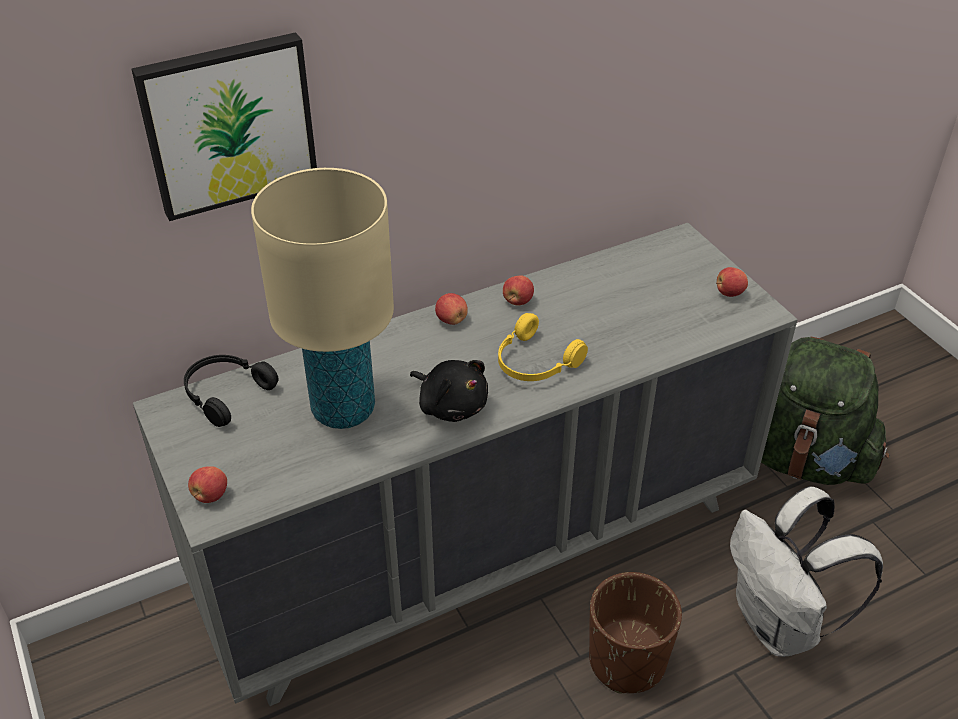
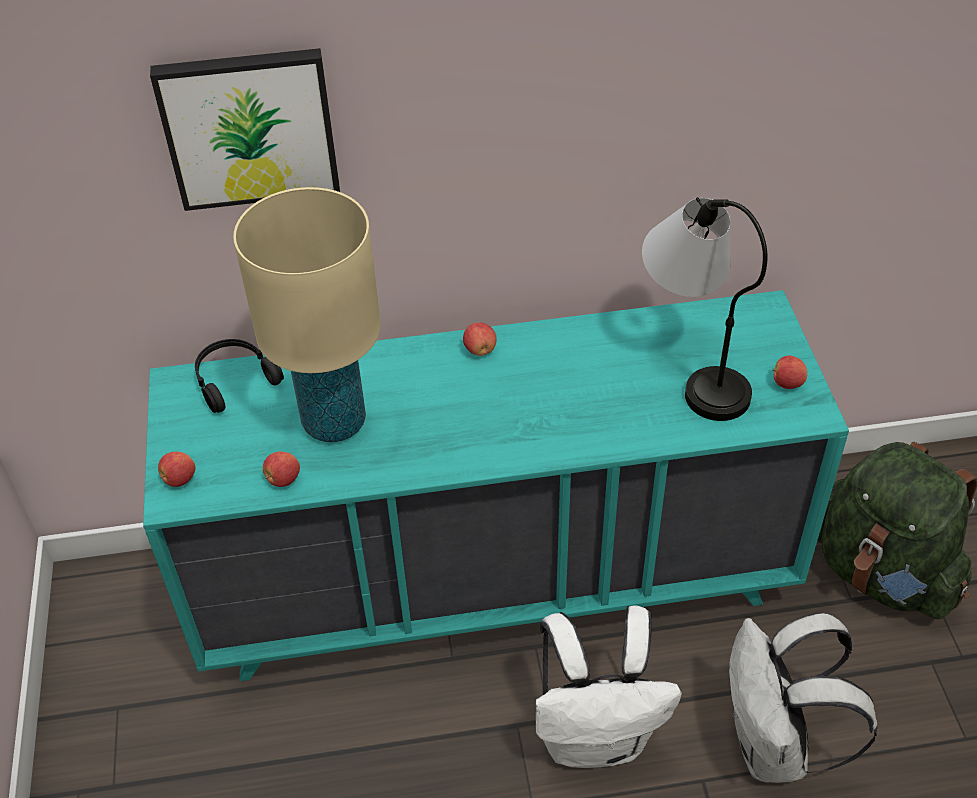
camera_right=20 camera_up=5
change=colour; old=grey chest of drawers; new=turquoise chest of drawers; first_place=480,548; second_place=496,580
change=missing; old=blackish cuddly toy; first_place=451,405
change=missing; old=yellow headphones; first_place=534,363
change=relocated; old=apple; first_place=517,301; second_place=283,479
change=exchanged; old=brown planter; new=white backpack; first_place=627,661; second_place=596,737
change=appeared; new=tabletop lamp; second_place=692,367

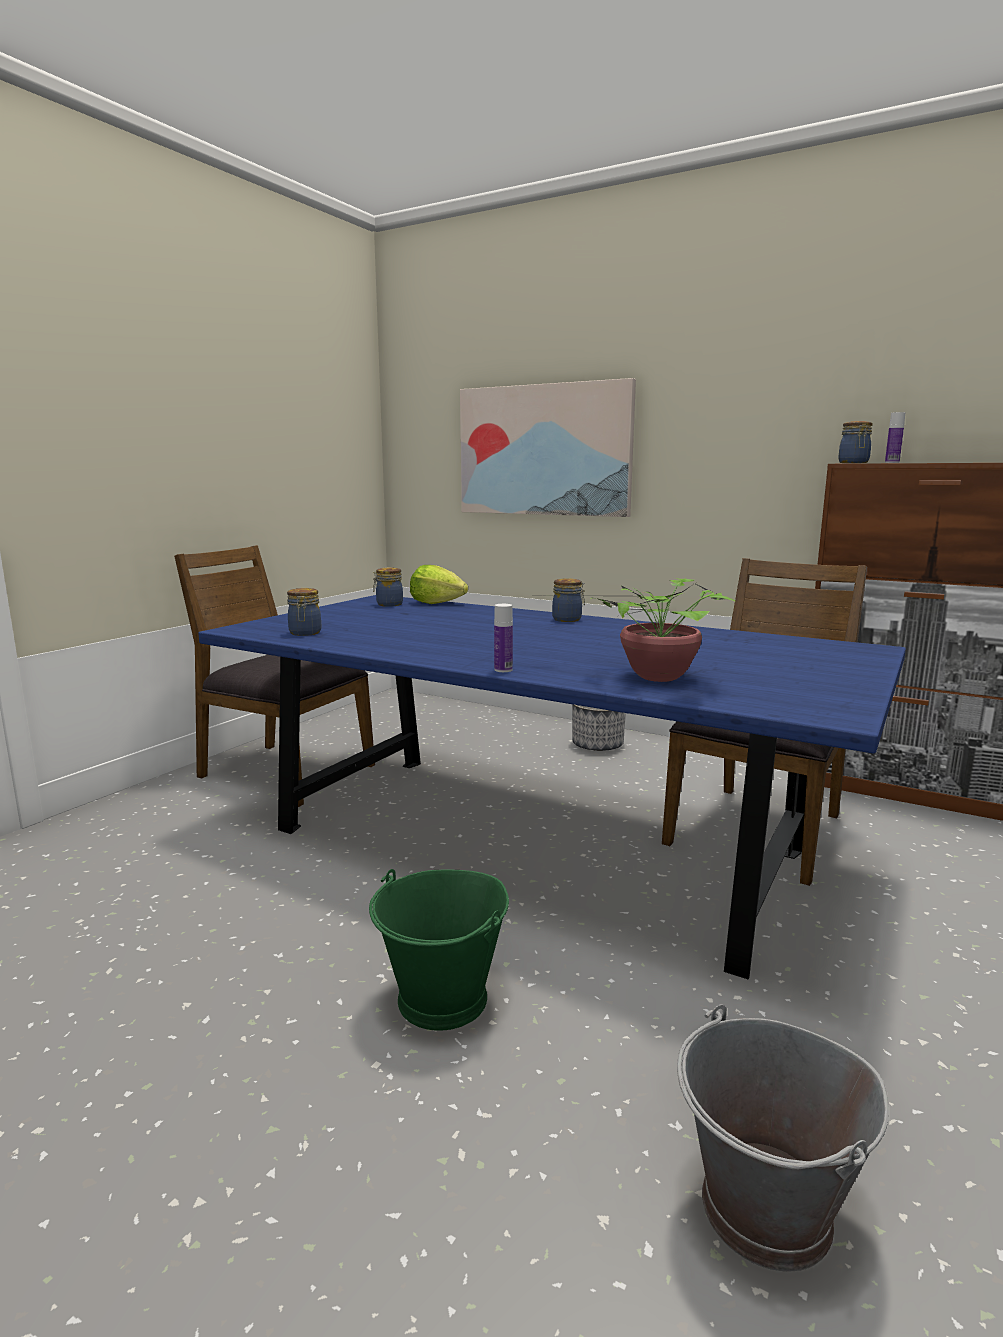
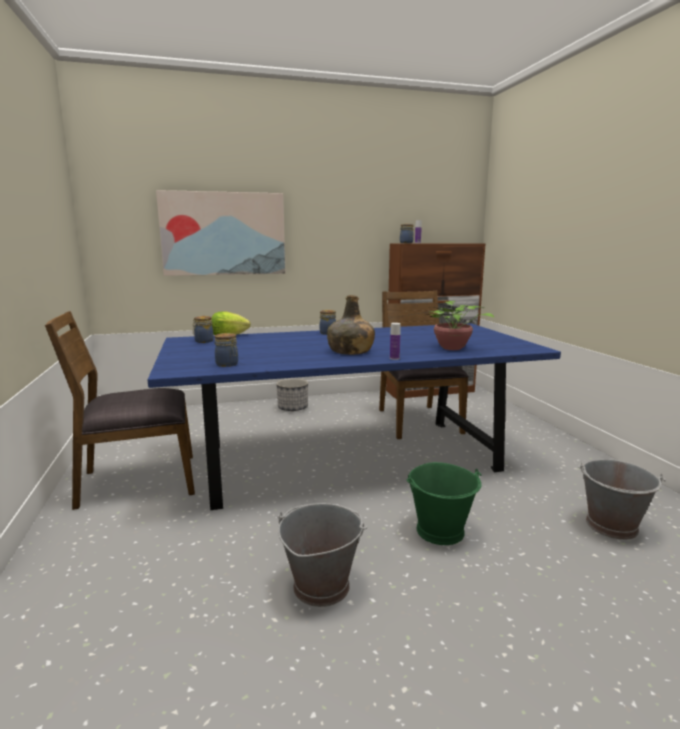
camera_right=-45 camera_up=0
change=appeared; new=grey water bucket; second_place=320,586
change=appeared; new=greenish drink bottle; second_place=350,351

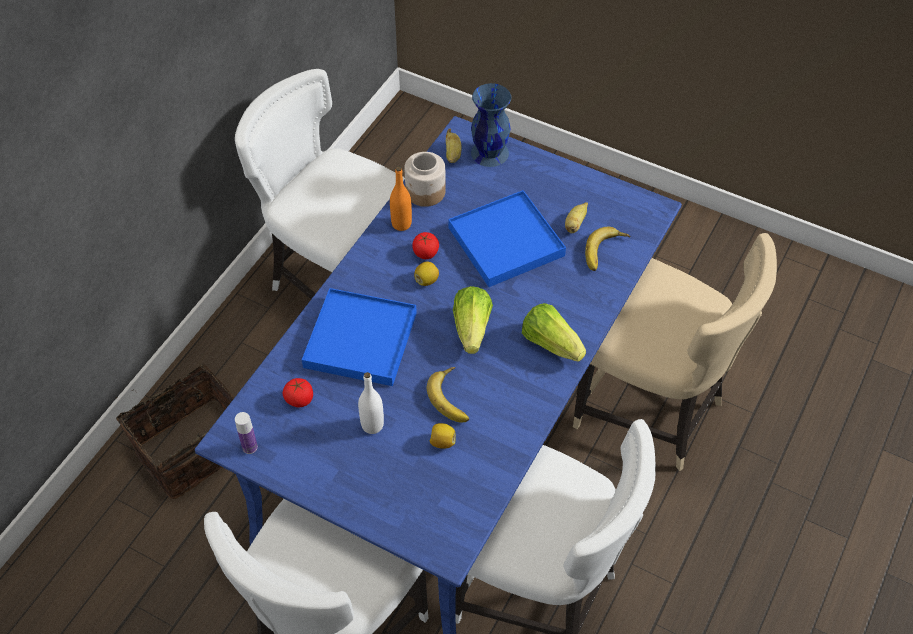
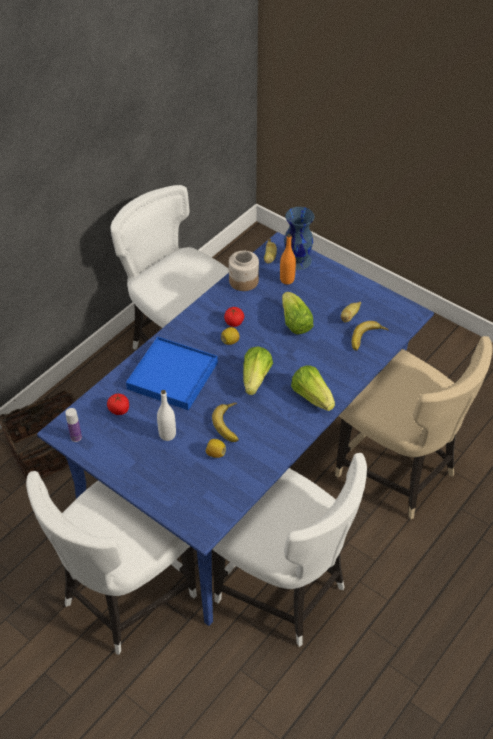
camera_right=10 camera_up=-5
change=relocated; old=orange-coloured drink bottle; first_place=401,224; second_place=287,280
change=exchanged; old=bluish serving tray; new=lettuce; first_place=506,242; second_place=295,322

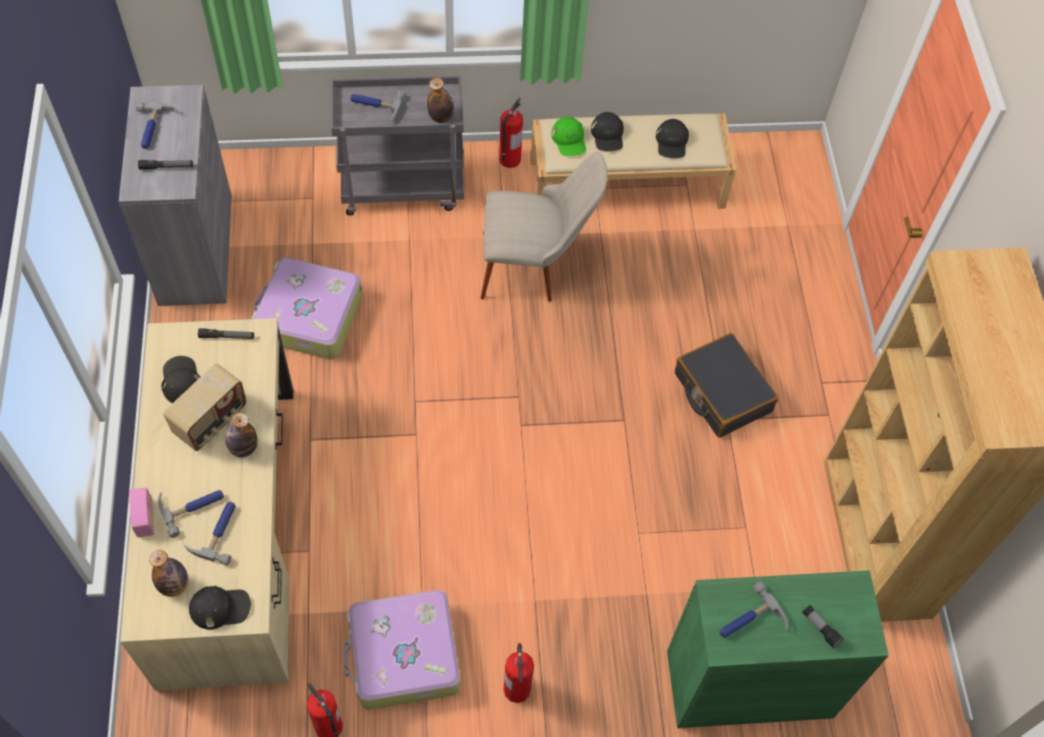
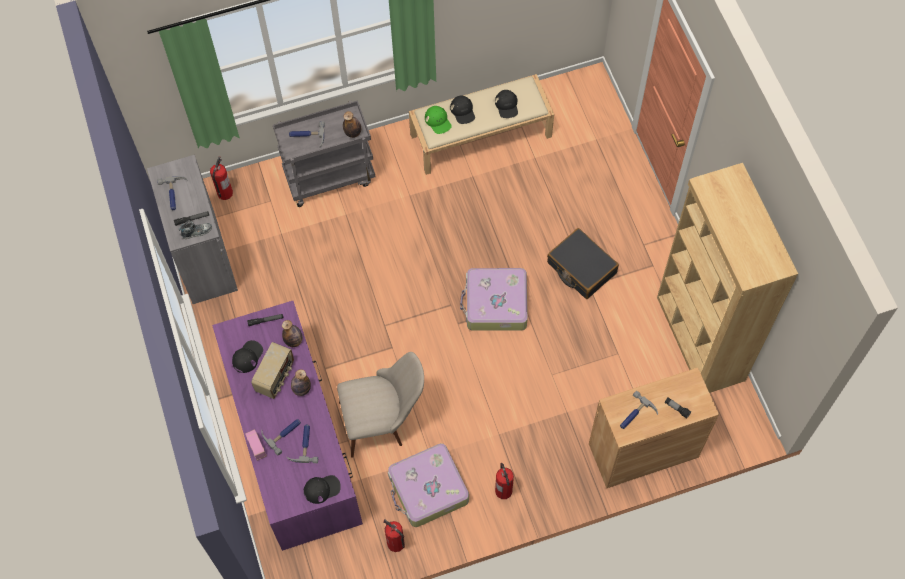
camera_right=-10 camera_up=5
change=colour; old=beige desk table; new=purple desk table; first_place=229,531; second_place=293,441
change=relocated; old=drink bottle; first_place=174,585; second_place=294,341
change=spun; old=blackish cap; first_place=181,381; second_place=247,357; degrees=60
change=relocated; old=travel case; first_place=308,317; second_place=495,304
change=relocated; old=beige chair; first_place=534,267; second_place=383,420
change=relocated; old=fire extinguisher; first_place=509,160; second_place=225,193
change=colour; old=greenish storage cabinet; new=brown storage cabinet; first_place=749,684; second_place=643,450
change=appeared; new=low shoe; second_place=196,232

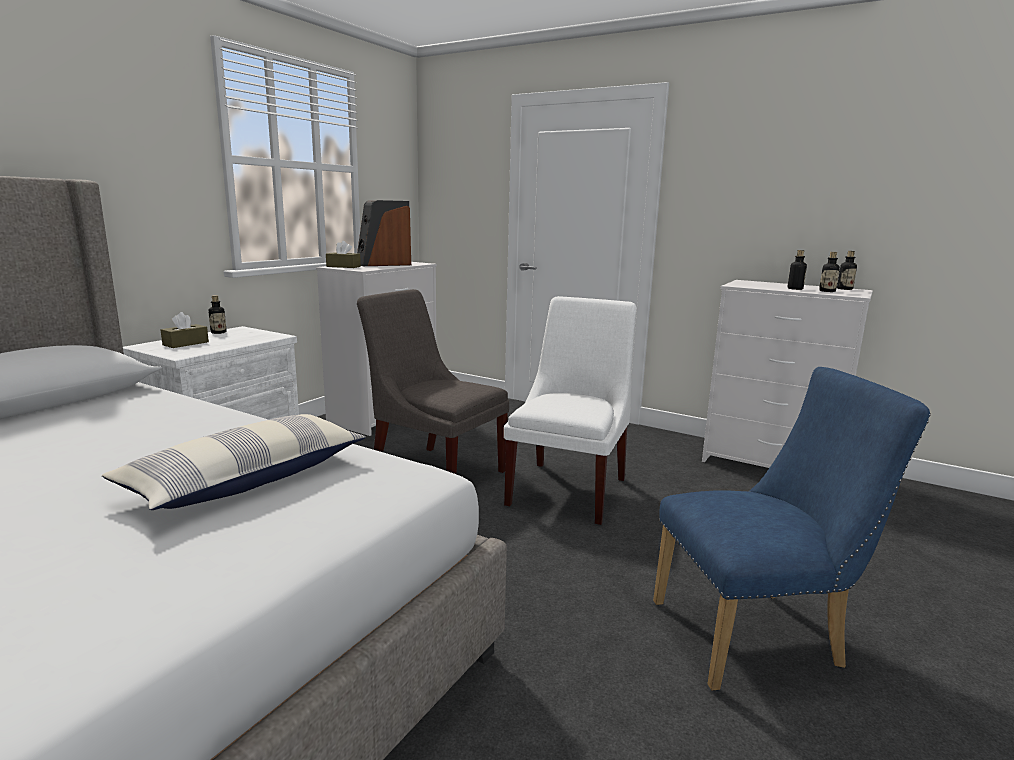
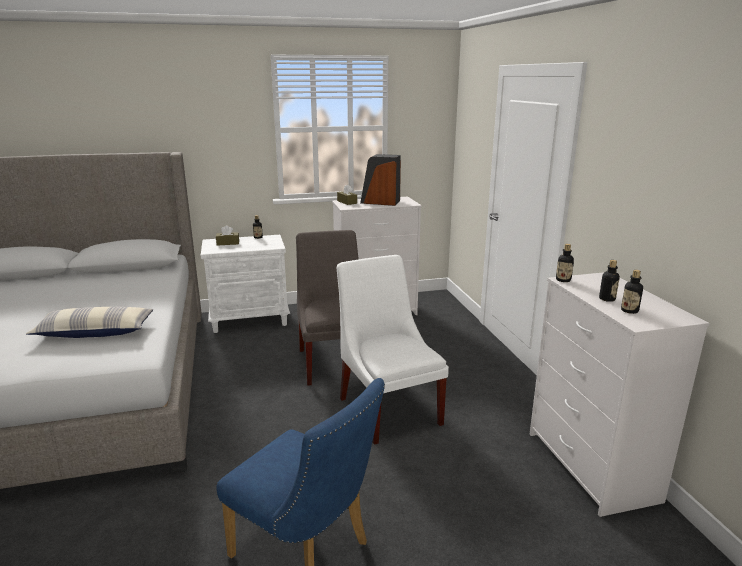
camera_right=45 camera_up=5
change=spun; old=white chair; first_place=570,488; second_place=388,408; degrees=-90
change=relocated; old=drink bottle; first_place=844,289; second_place=563,280

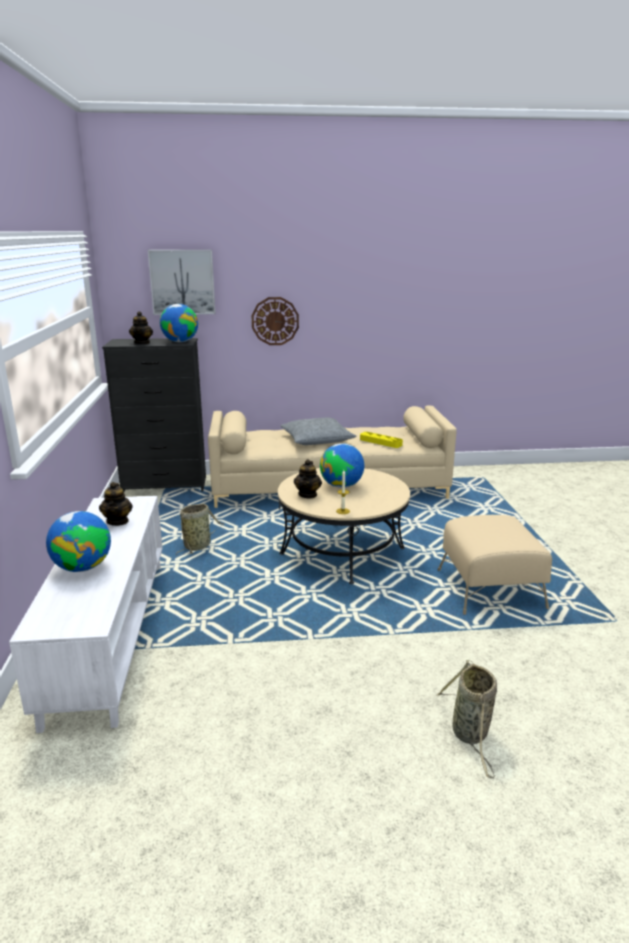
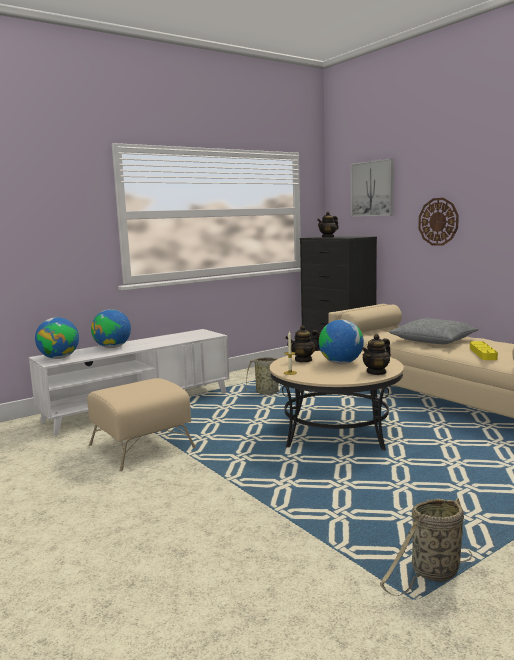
camera_right=60 camera_up=-10
change=relocated; old=pot for tea; first_place=118,521; second_place=376,372
change=relocated; old=world globe; first_place=180,342; second_place=59,358
change=relocated; old=household basket; first_place=470,734; second_place=432,574
change=relocated; old=beige ottoman; first_place=490,588; second_place=142,446

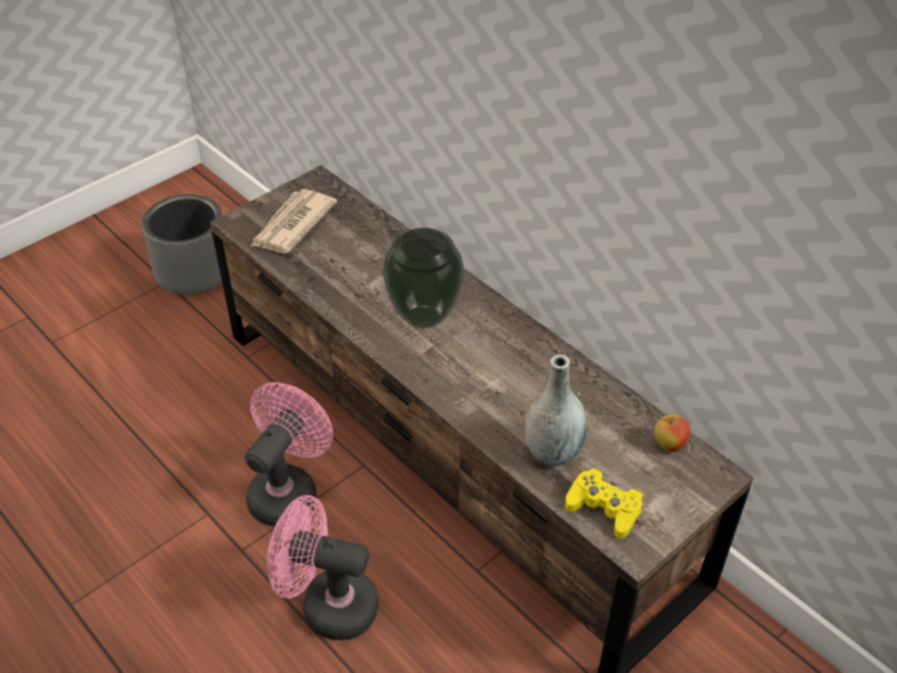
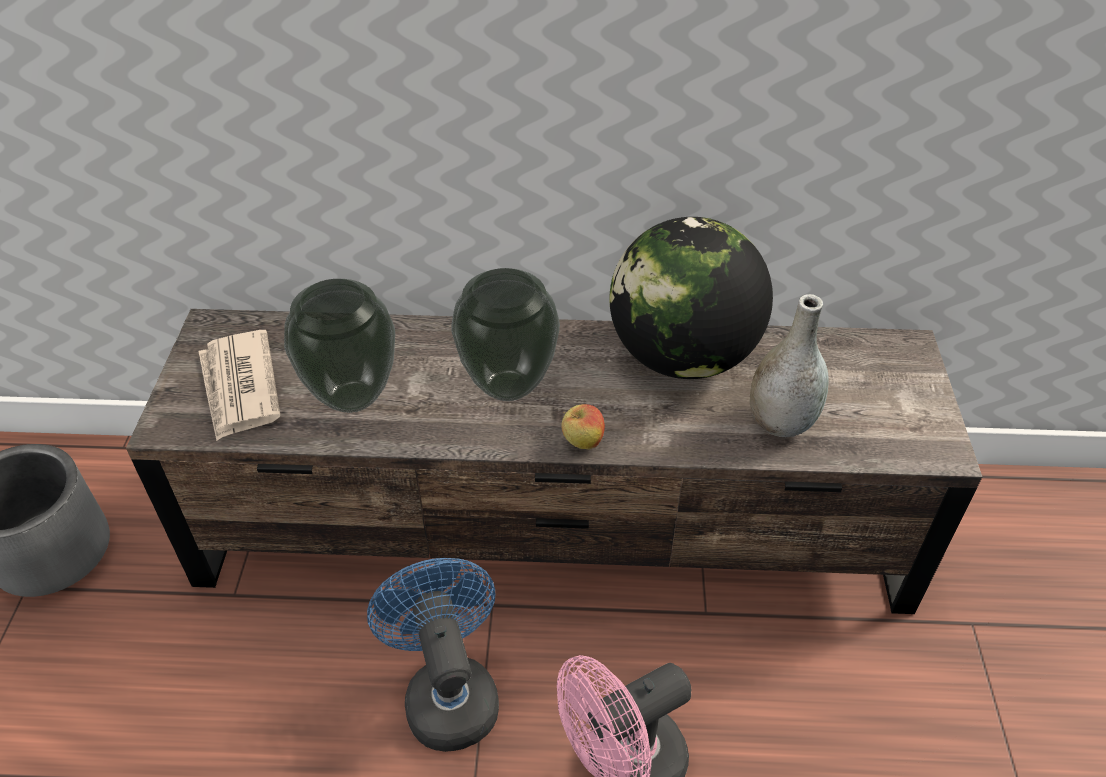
camera_right=-45 camera_up=0
change=colour; old=pink-coloured fan; new=bluish fan; first_place=288,490; second_place=447,692
change=missing; old=yellow game controller; first_place=604,508
change=relocated; old=apple; first_place=668,444; second_place=582,442
change=appeared; new=decorative vase; second_place=352,396
change=appeared; new=world globe; second_place=682,357

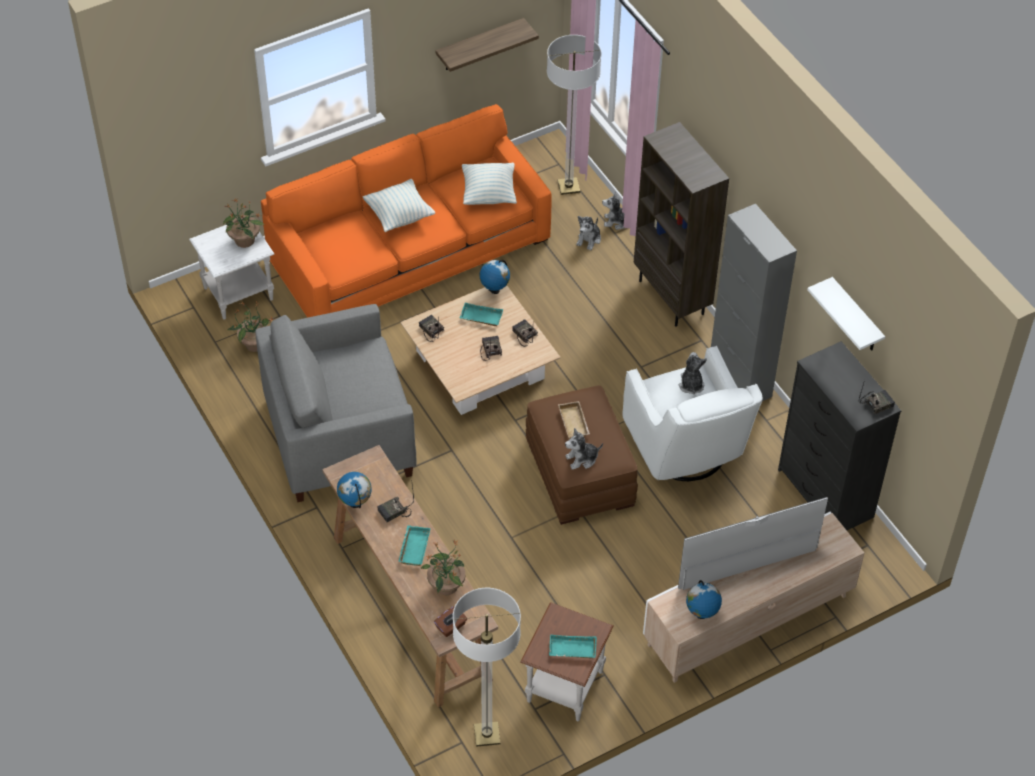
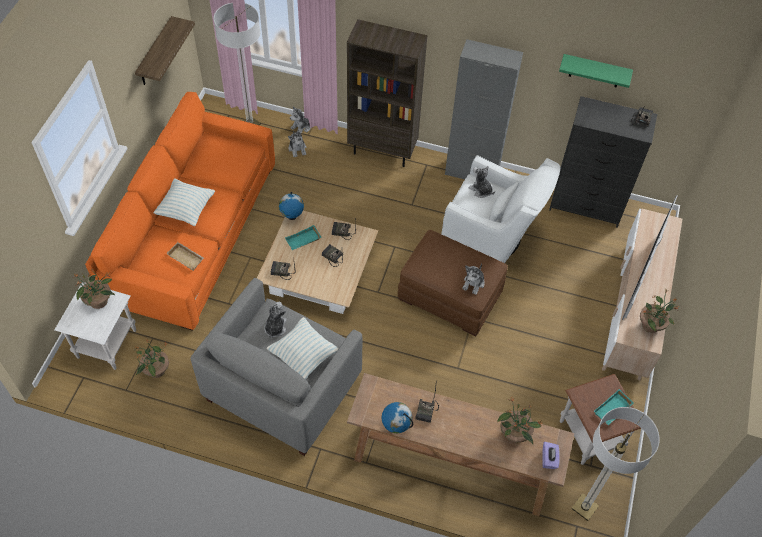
camera_right=-45 camera_up=5
change=missing; old=turquoise serving tray; first_place=413,547
change=colour; old=brown box of tissues; new=purple box of tissues; first_place=451,627; second_place=549,459
change=relocated; old=cushion; first_place=489,194; second_place=303,355
change=relocated; old=beige serving tray; first_place=575,423; second_place=186,257
change=exchanged; old=world globe; new=houseplant; first_place=701,614; second_place=651,325
change=colour; old=white wall shelf; new=greenish wall shelf; first_place=856,317; second_place=595,71
change=appeared; new=cuddly toy; second_place=275,327

